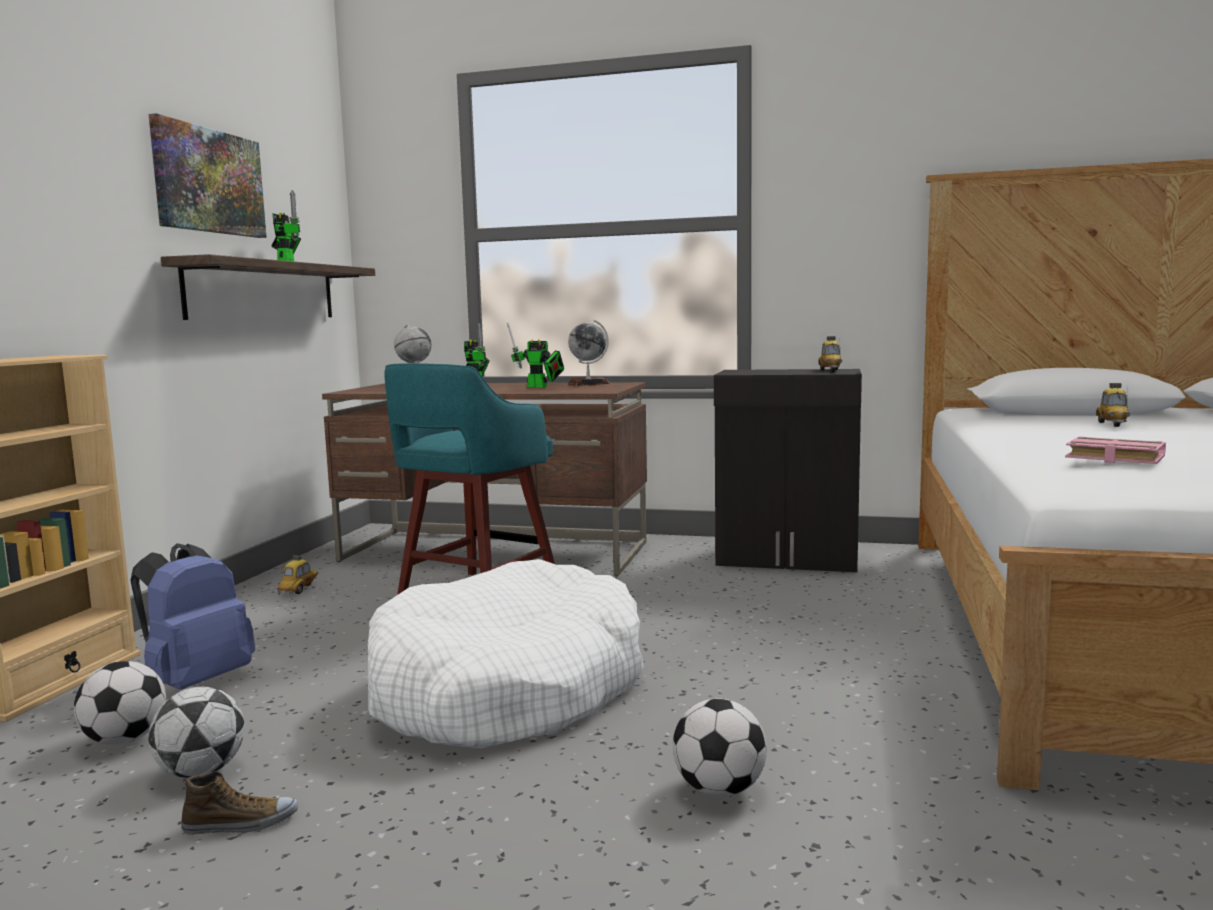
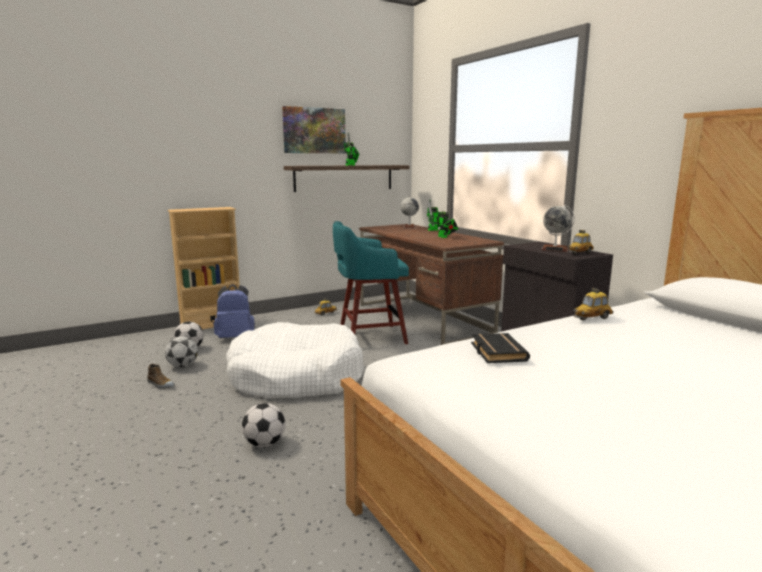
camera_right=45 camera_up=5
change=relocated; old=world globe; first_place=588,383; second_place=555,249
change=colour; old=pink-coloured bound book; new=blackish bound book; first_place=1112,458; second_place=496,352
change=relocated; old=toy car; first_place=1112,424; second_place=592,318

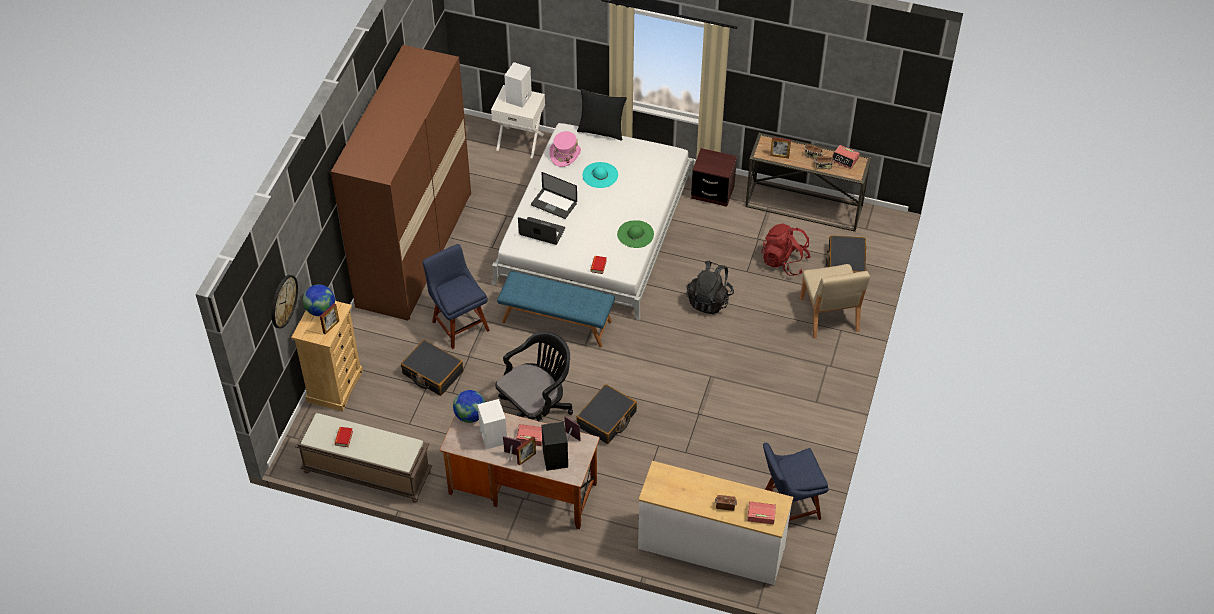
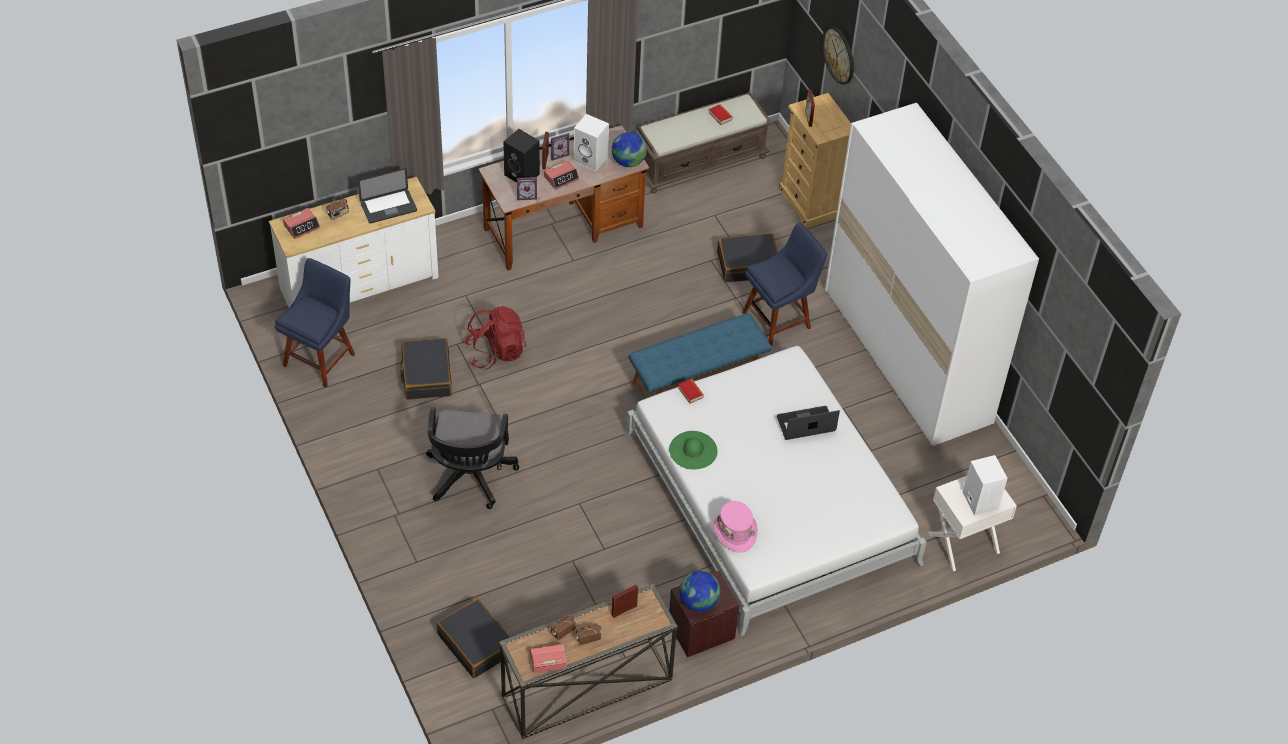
camera_right=135 camera_up=0
change=relocated; old=world globe; first_place=320,310; second_place=698,602
change=colour; old=brown armoire; new=white armoire; first_place=415,249; second_place=907,356
change=spun; old=bluish chair; first_place=459,324; second_place=779,318; degrees=-45
change=relocated; old=blackish office chair; first_place=536,412; second_place=470,478
change=relocated; old=portable computer; first_place=542,232; second_place=388,207
change=relocated; old=pink-coloured clothing hat; first_place=565,154; second_place=735,532
change=relocated; old=blackish travel case; first_place=607,419; second_place=426,375
change=missing; old=blackish cushion; first_place=601,131
change=missing; old=turquoise clothing hat; first_place=600,175
change=missing; old=blackish backpack; first_place=709,300
change=relocated; old=red-coloured backpack; first_place=784,261; second_place=495,352
change=missing; old=beige chair; first_place=829,315

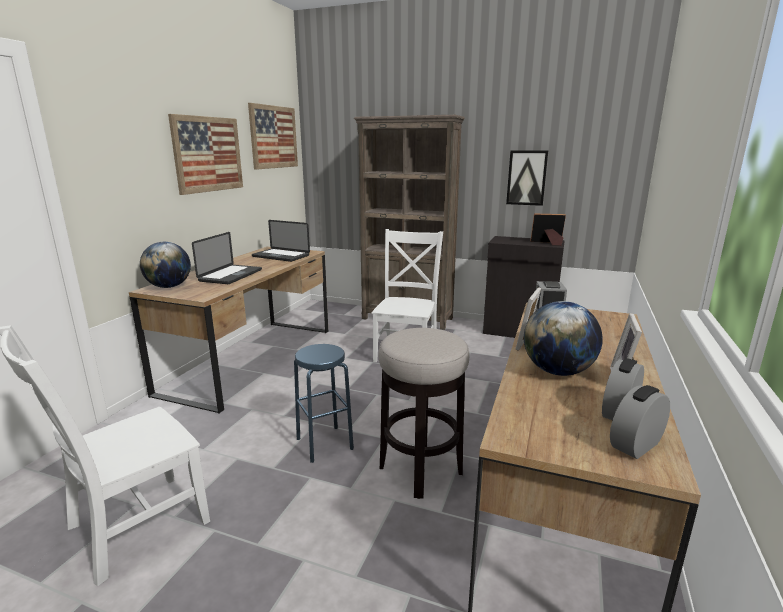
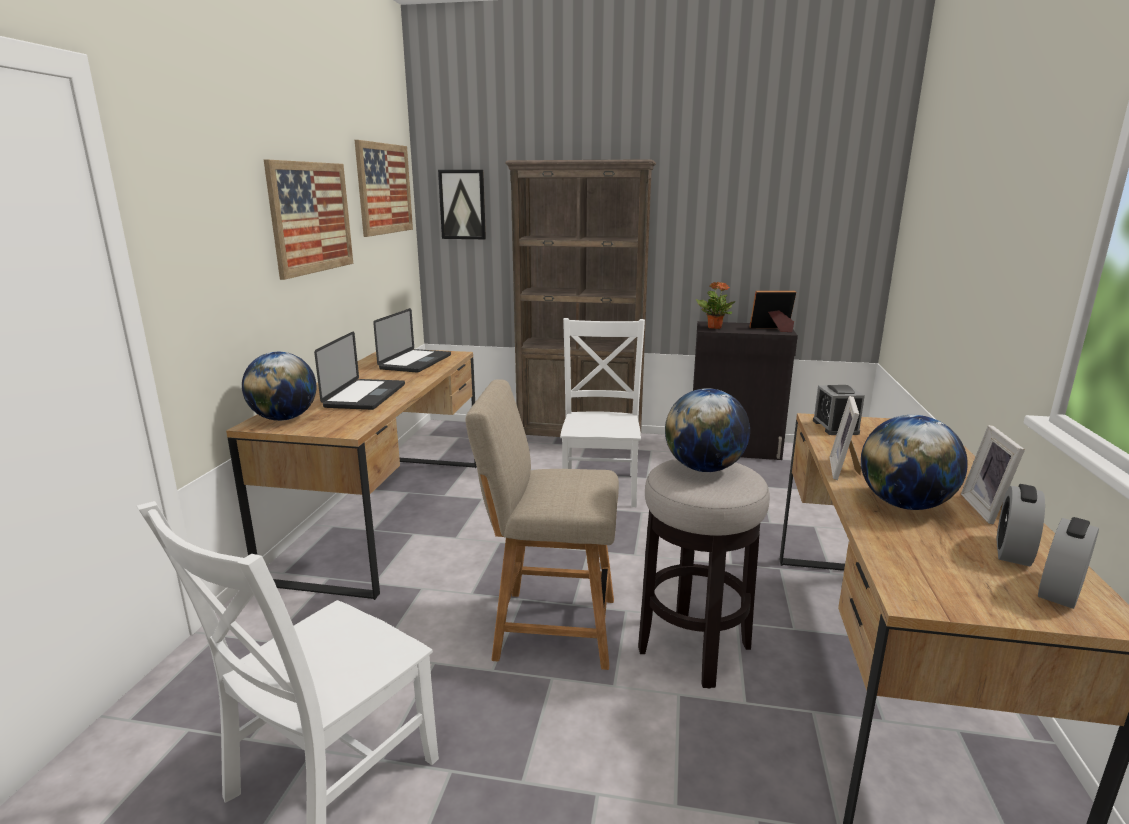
camera_right=-10 camera_up=0
change=spun; old=portable computer; first_place=281,256; second_place=415,362; degrees=-90
change=exchanged; old=bluish sitting stool; new=beige chair; first_place=324,443; second_place=548,627
change=relocated; old=wall picture; first_place=526,178; second_place=462,204
change=appeared; new=world globe; second_place=704,468
change=appeared; new=houseplant; second_place=714,327

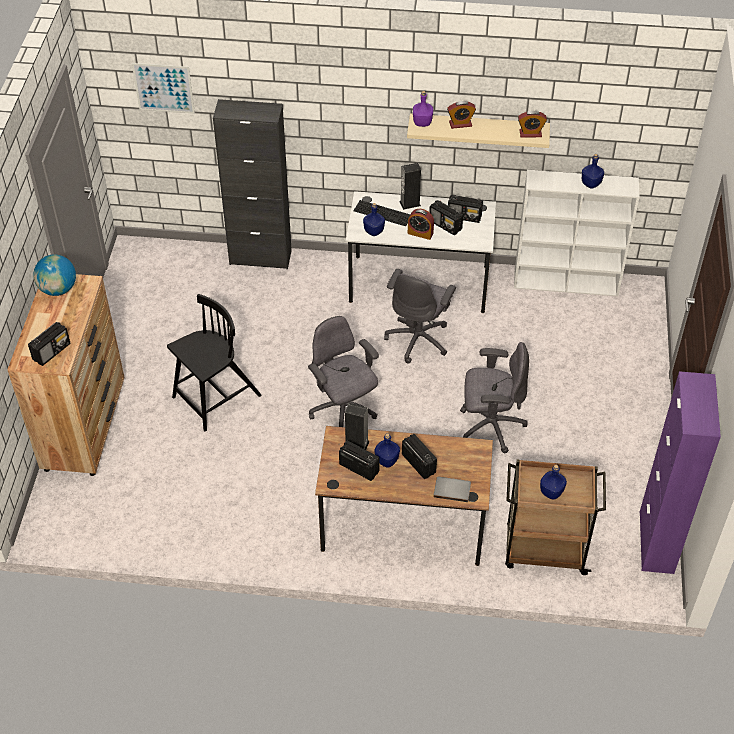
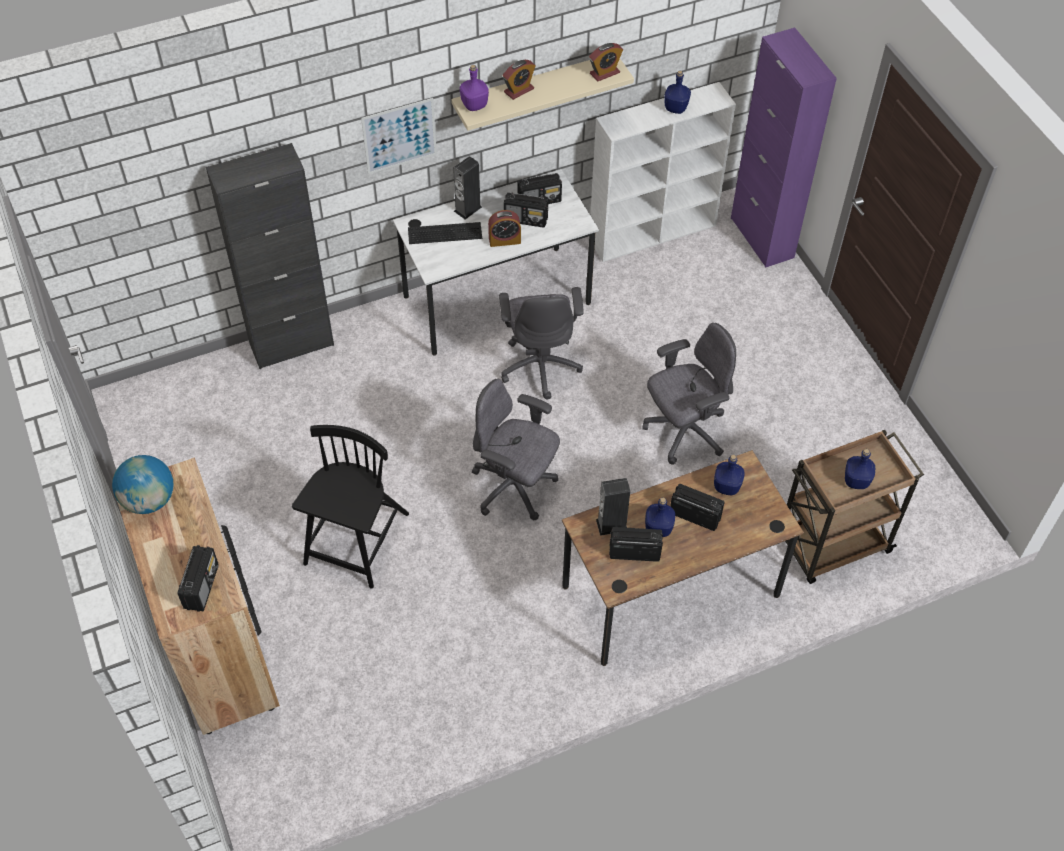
camera_right=-30 camera_up=5
change=relocated; old=wall picture; first_place=163,88; second_place=399,136
change=relocated; old=bluish drink bottle; first_place=374,231; second_place=727,487
change=missing; old=grey bound book; first_place=452,489
change=relocated; old=purple storage cabinet; first_place=656,542; second_place=762,237

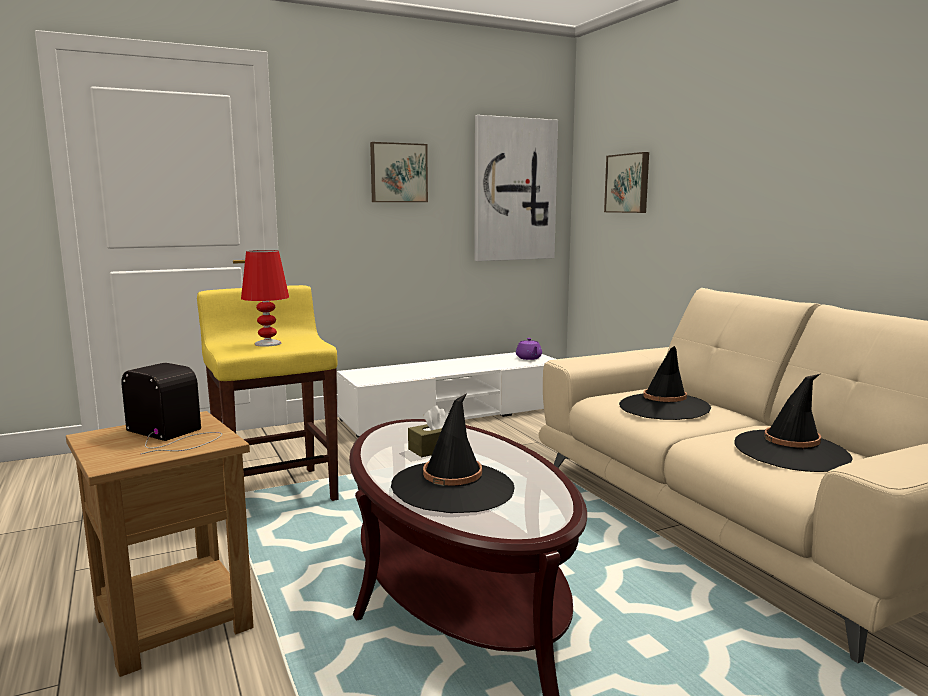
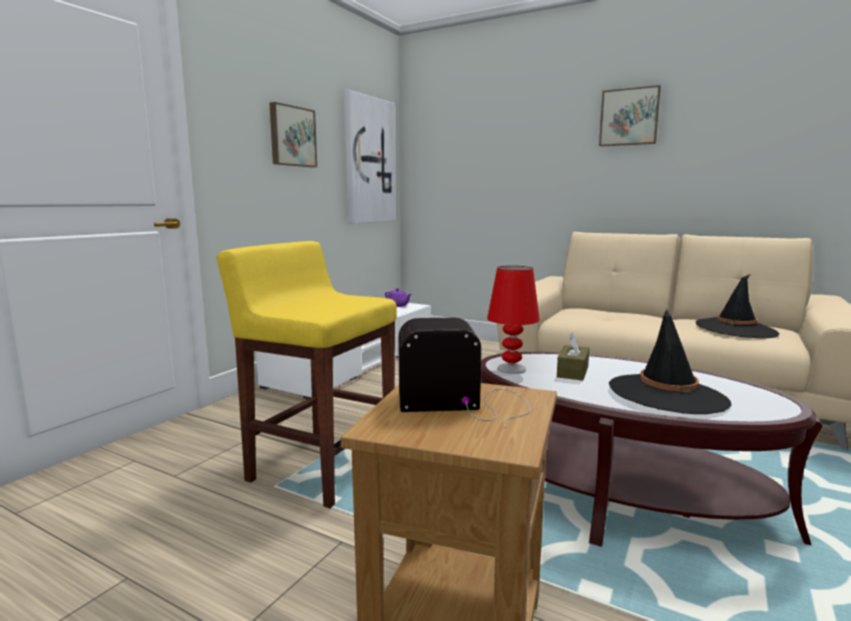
camera_right=-35 camera_up=0
change=relocated; old=red-coloured tabletop lamp; first_place=268,343; second_place=511,369
change=relocated; old=wall picture; first_place=628,183; second_place=629,117
change=missing; old=blackish clothing hat; first_place=664,407

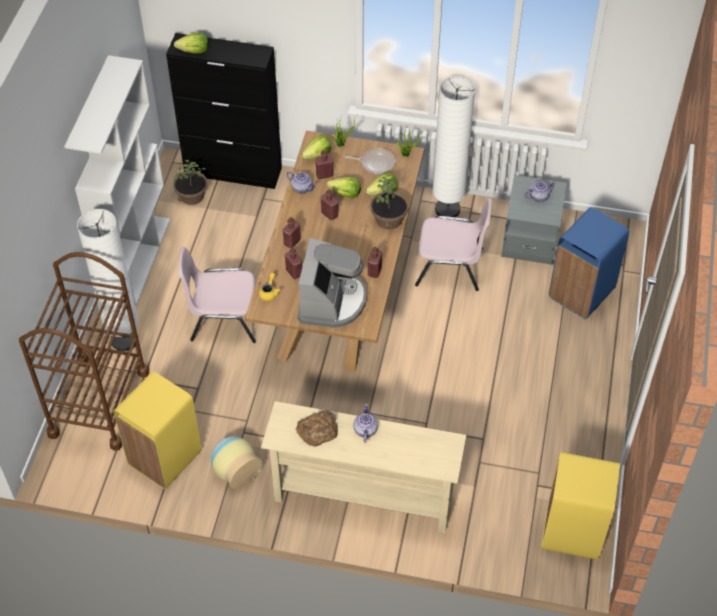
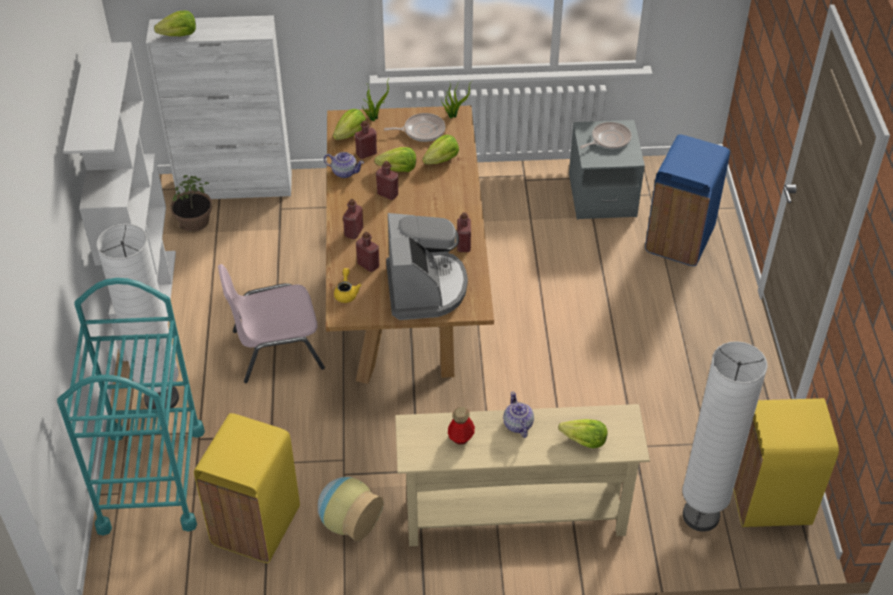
camera_right=-15 camera_up=-5
change=colour; old=brown wheeled cart; new=turquoise wheeled cart; first_place=99,403; second_place=151,479
change=colour; old=blackish storage cabinet; new=white storage cabinet; first_place=233,171; second_place=236,186
change=exchanged; old=bakery bread; new=drink bottle; first_place=318,430; second_place=461,437
change=missing; old=houseplant; first_place=389,219
change=missing; old=pink-coloured chair; first_place=450,266
change=relocated; old=white floor lamp; first_place=447,210; second_place=700,516
change=exchanged; old=pot for tea; new=skillet; first_place=538,196; second_place=609,139
change=appeared; new=lettuce; second_place=584,441

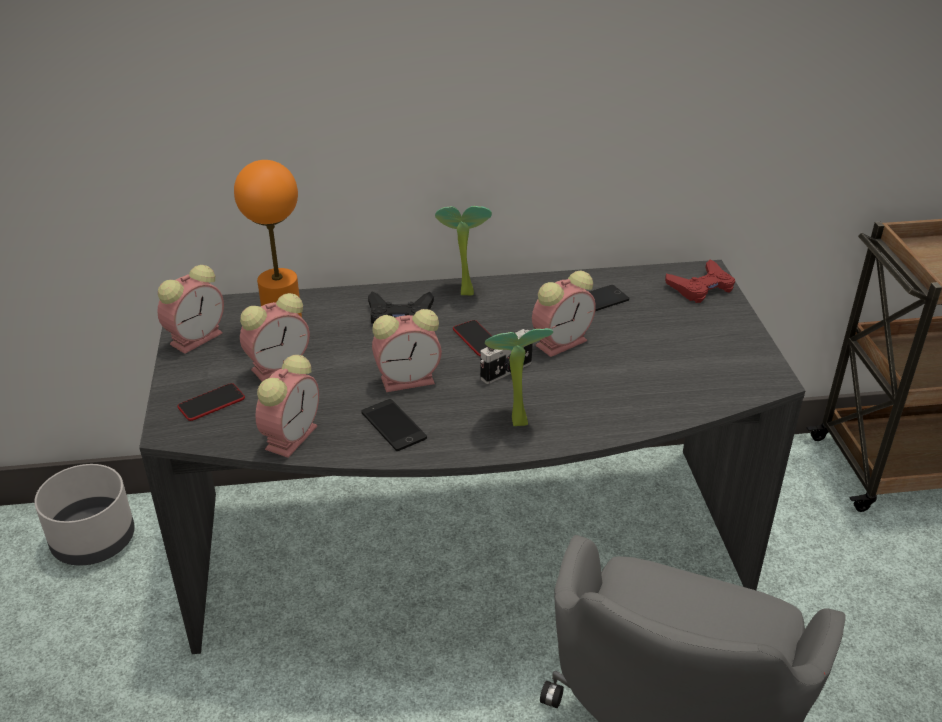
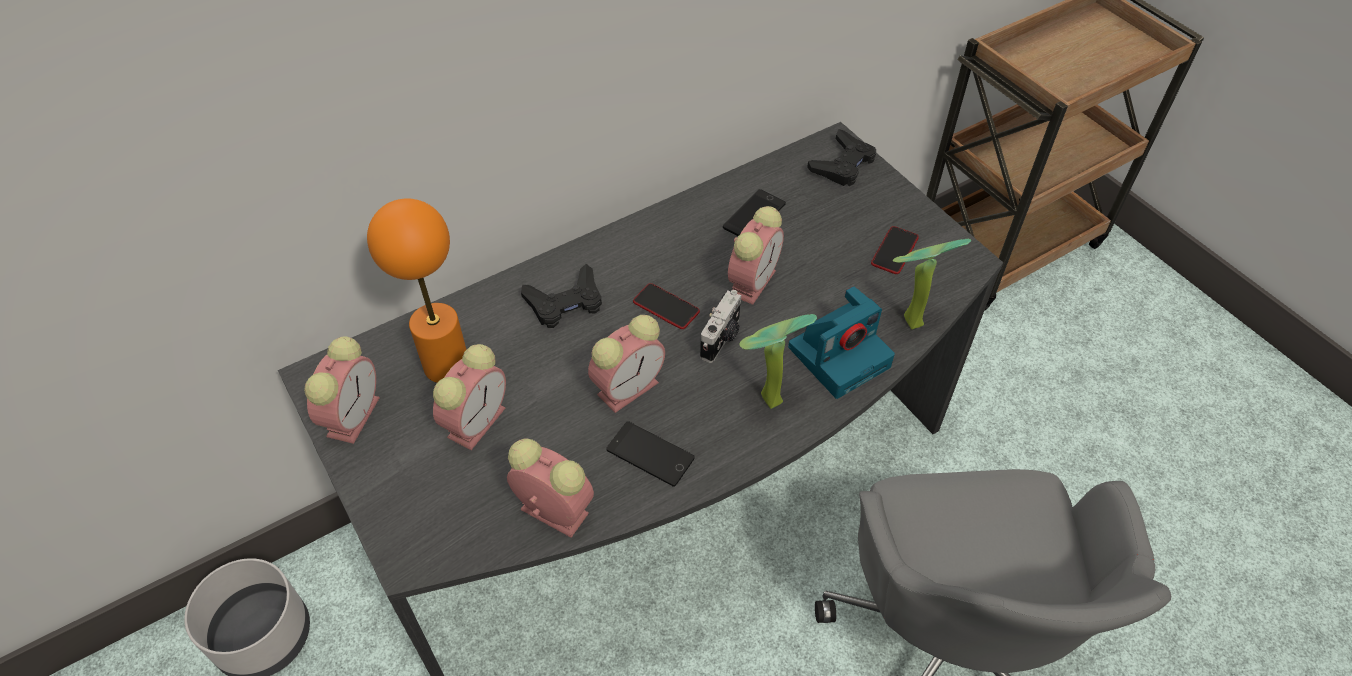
camera_right=-25 camera_up=15
change=relocated; old=handset; first_place=211,403; second_place=894,251
change=spun; old=table clock; first_place=292,436; second_place=551,510; degrees=-60
change=relocated; old=houseplant; first_place=463,291; second_place=907,321
change=colour; old=red-coloured game controller; new=blackish game controller; first_place=701,287; second_place=843,164
change=appeared; new=photo camera; second_place=840,355

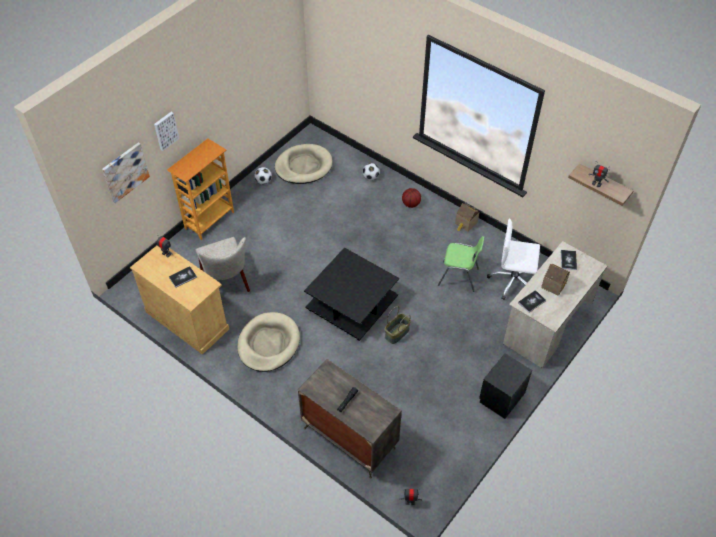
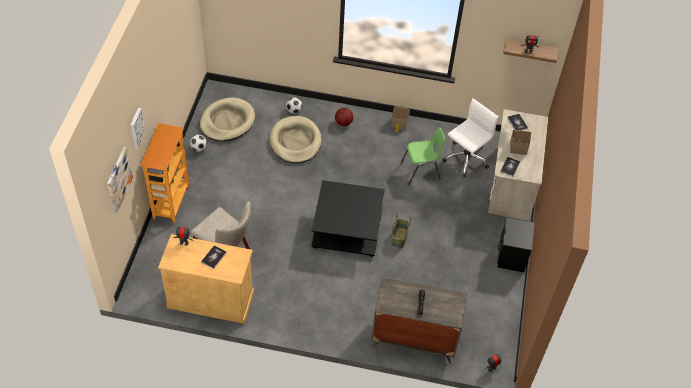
camera_right=-30 camera_up=0
change=relocated; old=beige dog bed; first_place=268,344; second_place=295,142
change=spun; old=white office chair; first_place=513,281; second_place=465,158; degrees=150

